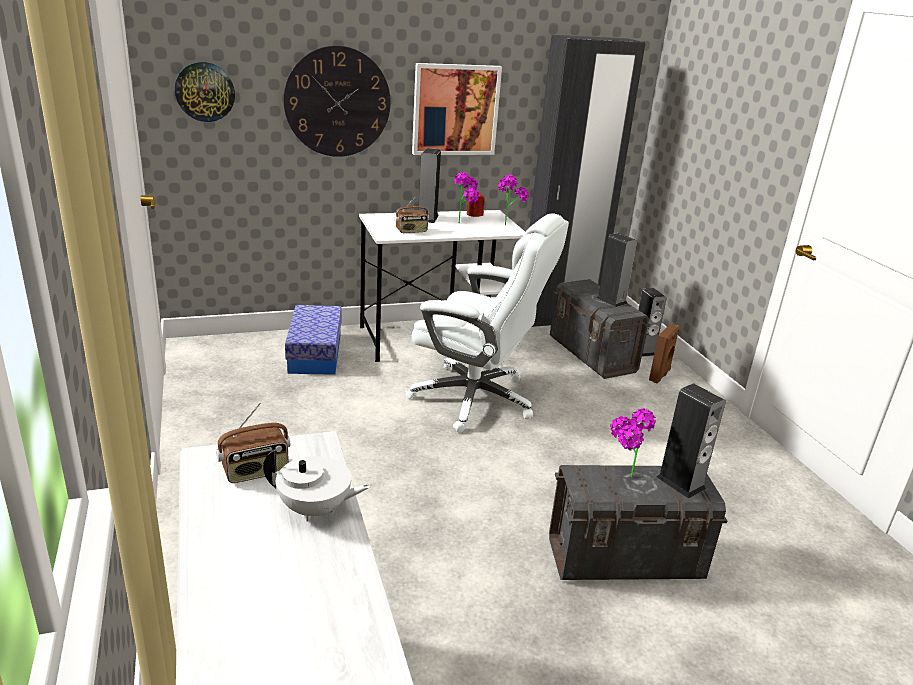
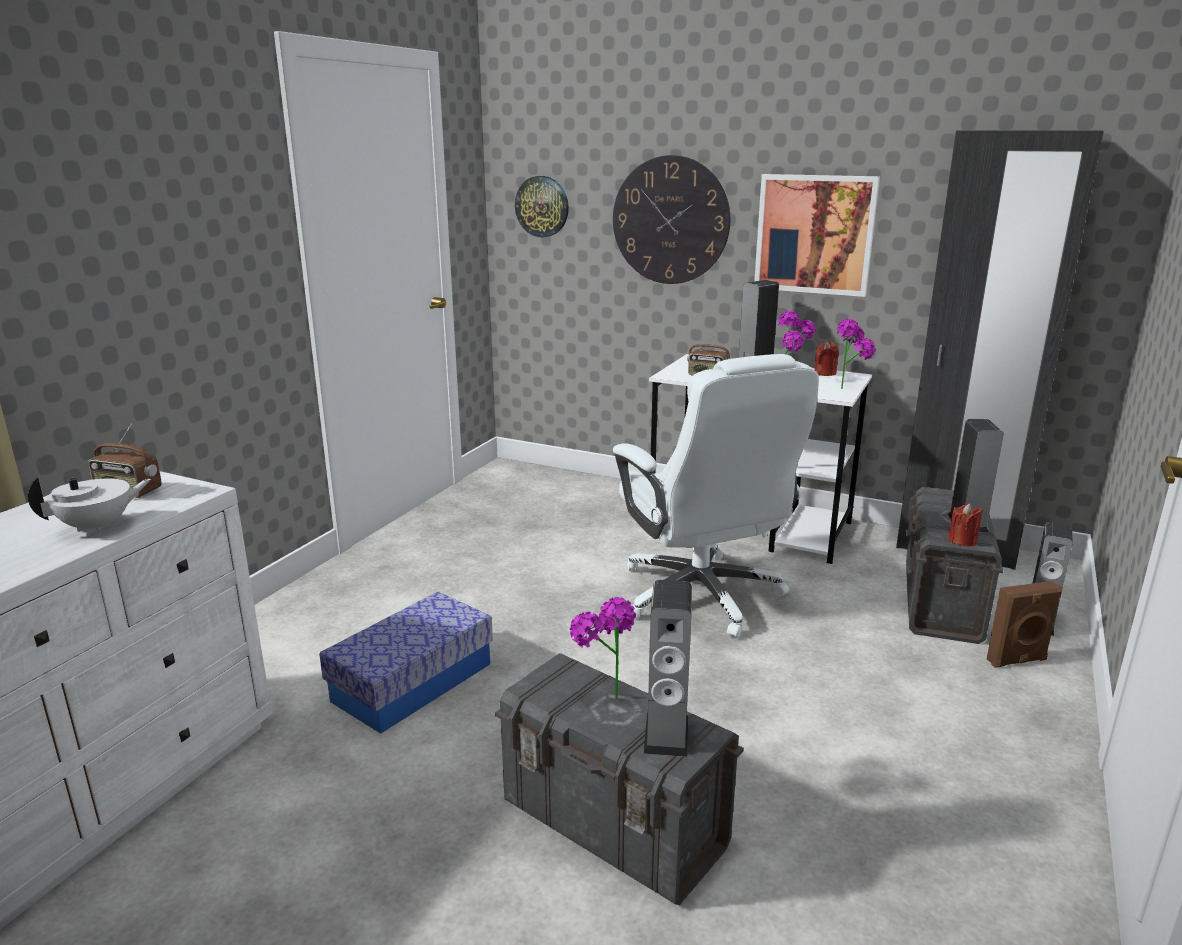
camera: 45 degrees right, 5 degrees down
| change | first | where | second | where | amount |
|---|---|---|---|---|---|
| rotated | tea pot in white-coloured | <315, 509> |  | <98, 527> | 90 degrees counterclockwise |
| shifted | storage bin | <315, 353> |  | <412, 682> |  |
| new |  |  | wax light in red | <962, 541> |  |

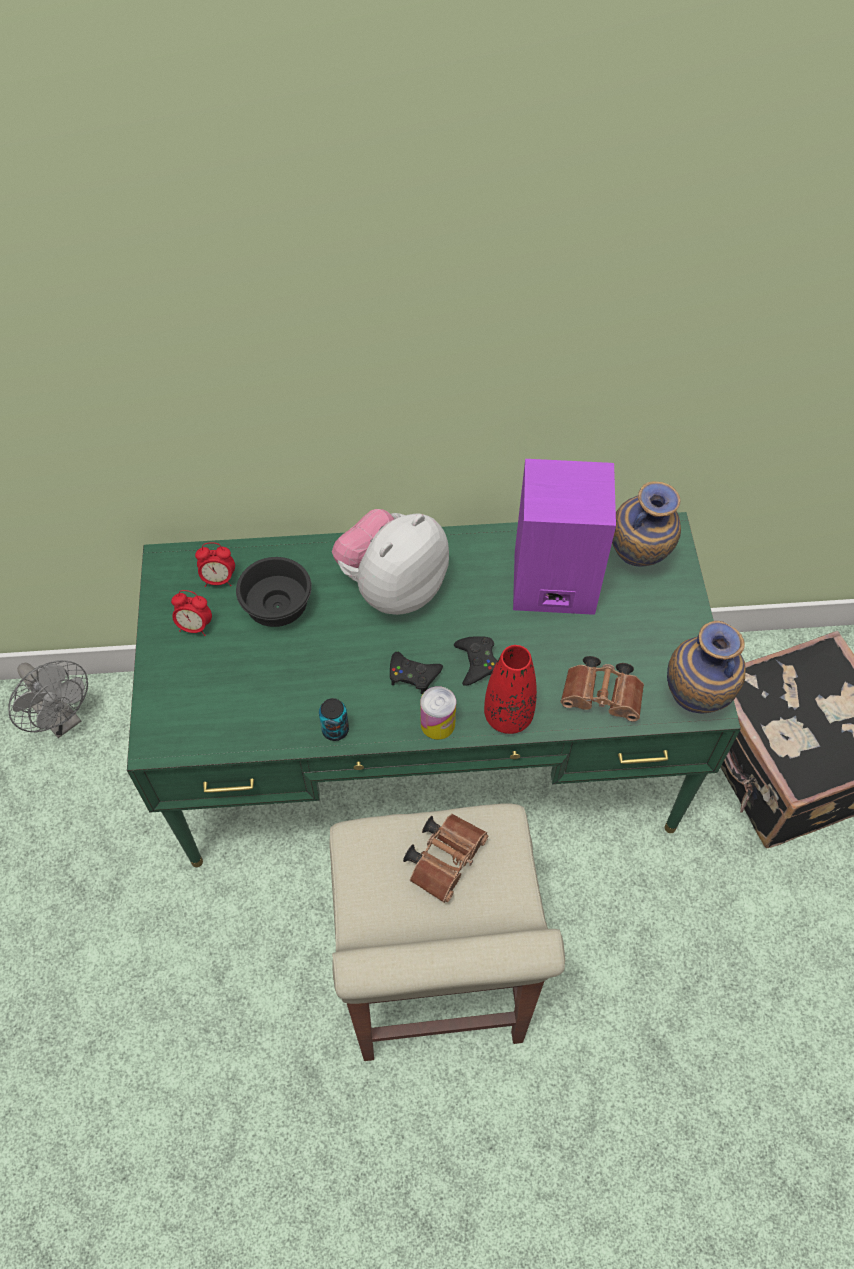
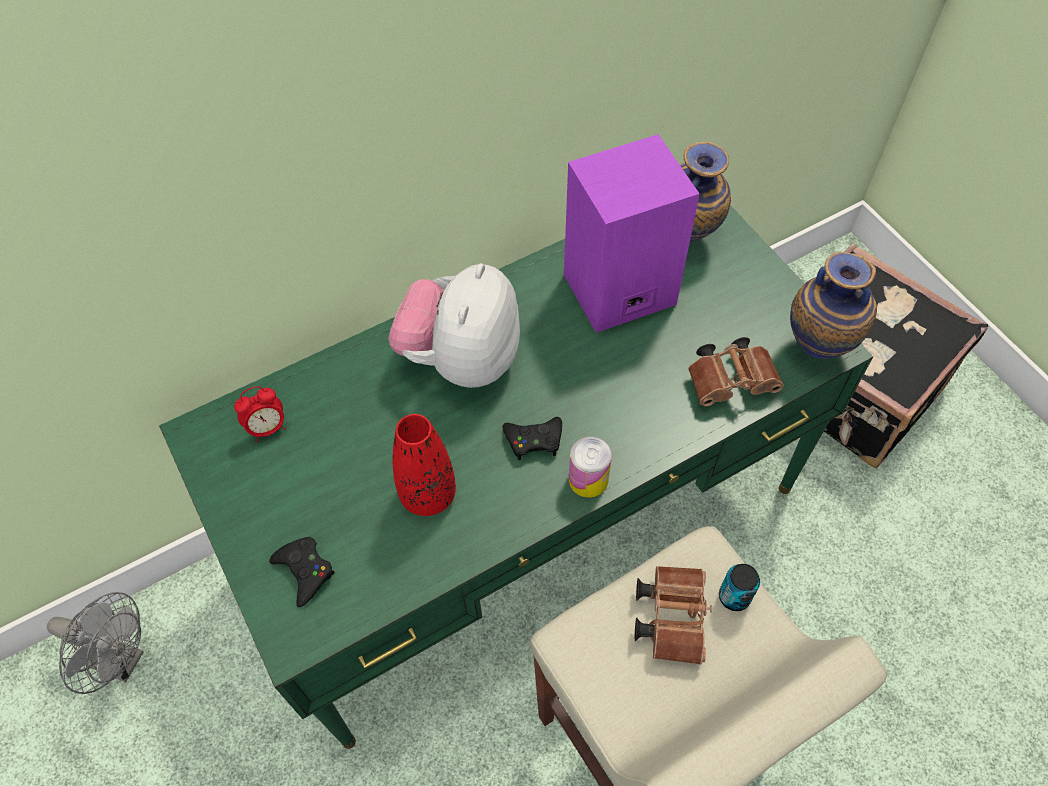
camera: 25 degrees left, 0 degrees up
| change | first | where | second | where | amount |
|---|---|---|---|---|---|
| gone | alarm clock | <195, 626> |  |  |  |
| gone | deep dish in black | <275, 606> |  |  |  |
| shifted | sealed can | <335, 730> |  | <734, 596> |  |
| shifted | joypad in black | <476, 662> |  | <304, 571> |  |
| shifted | decorative vase in red | <508, 716> |  | <428, 494> |  |

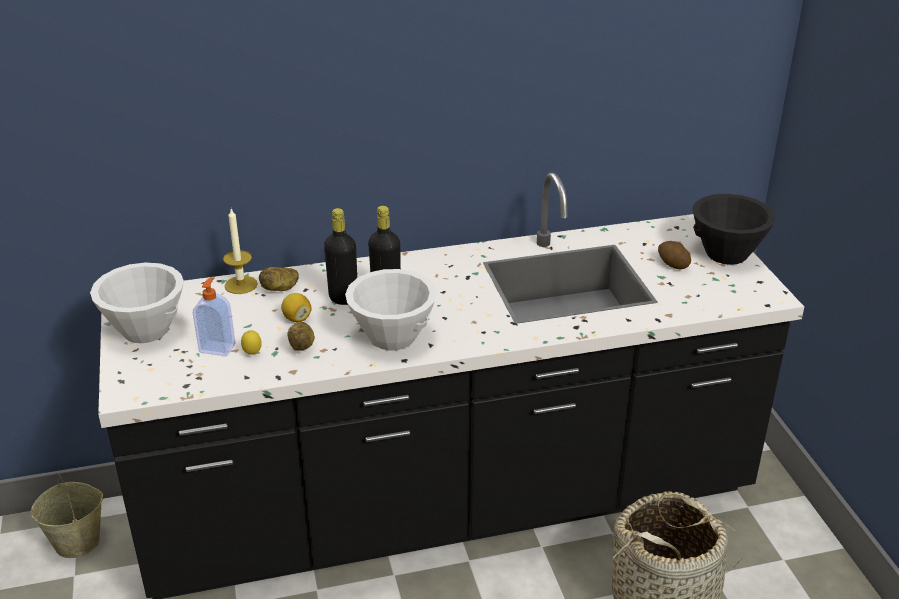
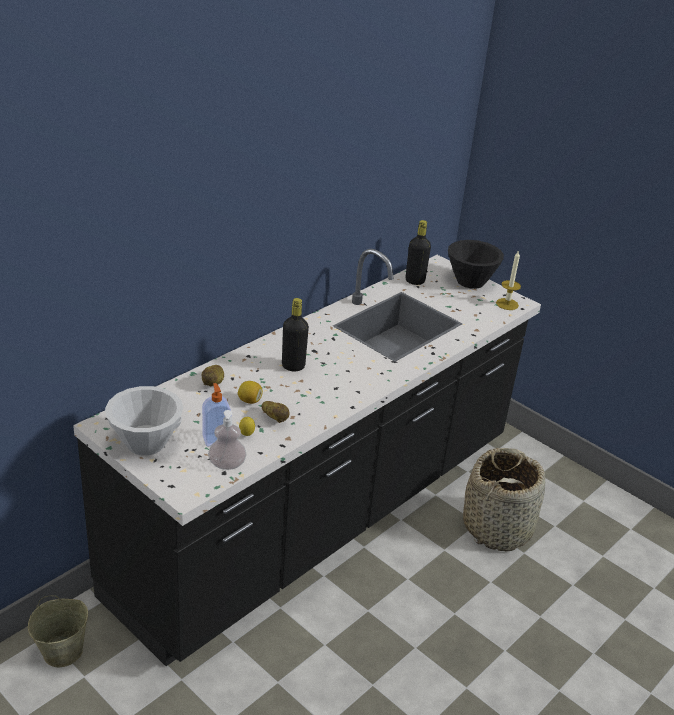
camera: 35 degrees left, 0 degrees up
| change | first | where | second | where | amount |
|---|---|---|---|---|---|
| shifted | wax light | <241, 285> |  | <507, 304> |  |
| shifted | beverage bottle in black | <343, 298> |  | <415, 281> |  |
| gone | deep dish in white-coloured | <393, 336> |  |  |  |
| gone | whole potato | <672, 264> |  |  |  |
| new |  |  | soap bottle | <227, 464> |  |

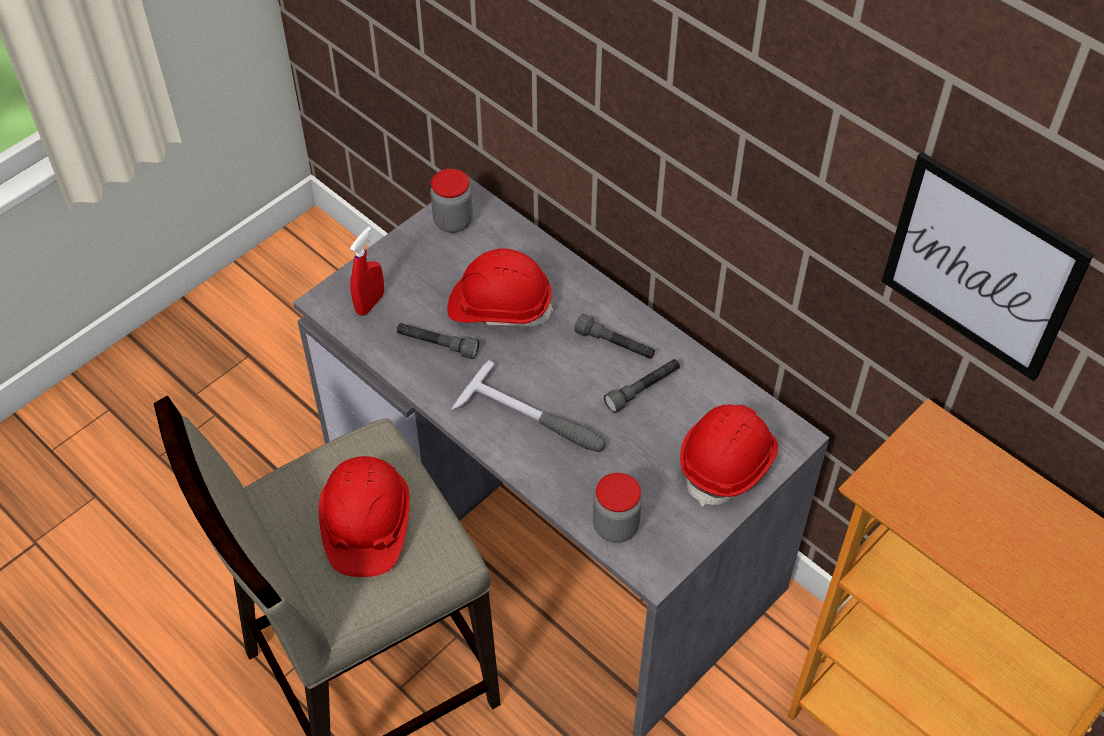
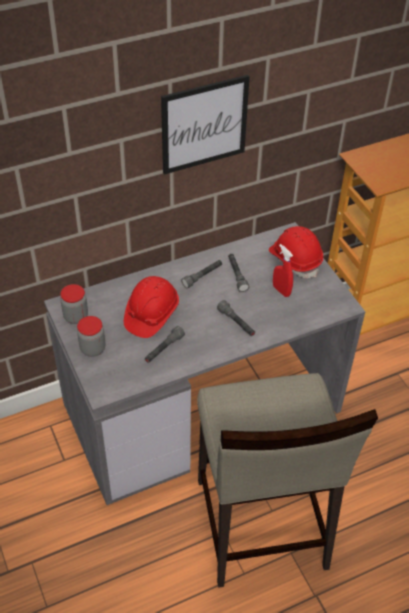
camera: 70 degrees left, 5 degrees down
| change | first | where | second | where | amount |
|---|---|---|---|---|---|
| gone | safety helmet in red | <366, 526> |  |  |  |
| shifted | spray bottle in red | <370, 303> |  | <281, 290> |  |
| swapped | hammer | <535, 420> | torch in grey | <236, 323> |  |
| shifted | storage jar | <616, 526> |  | <92, 349> |  |
| shifted | picture | <981, 267> |  | <204, 124> |  |

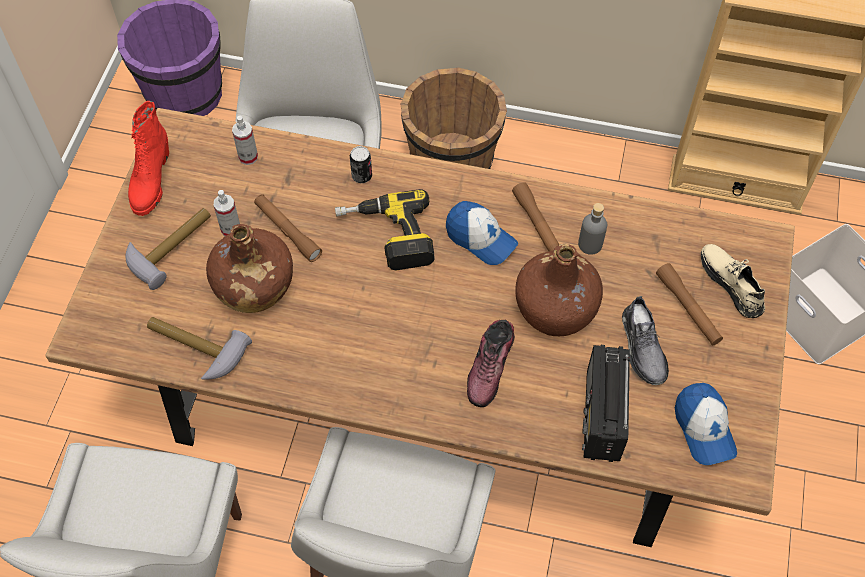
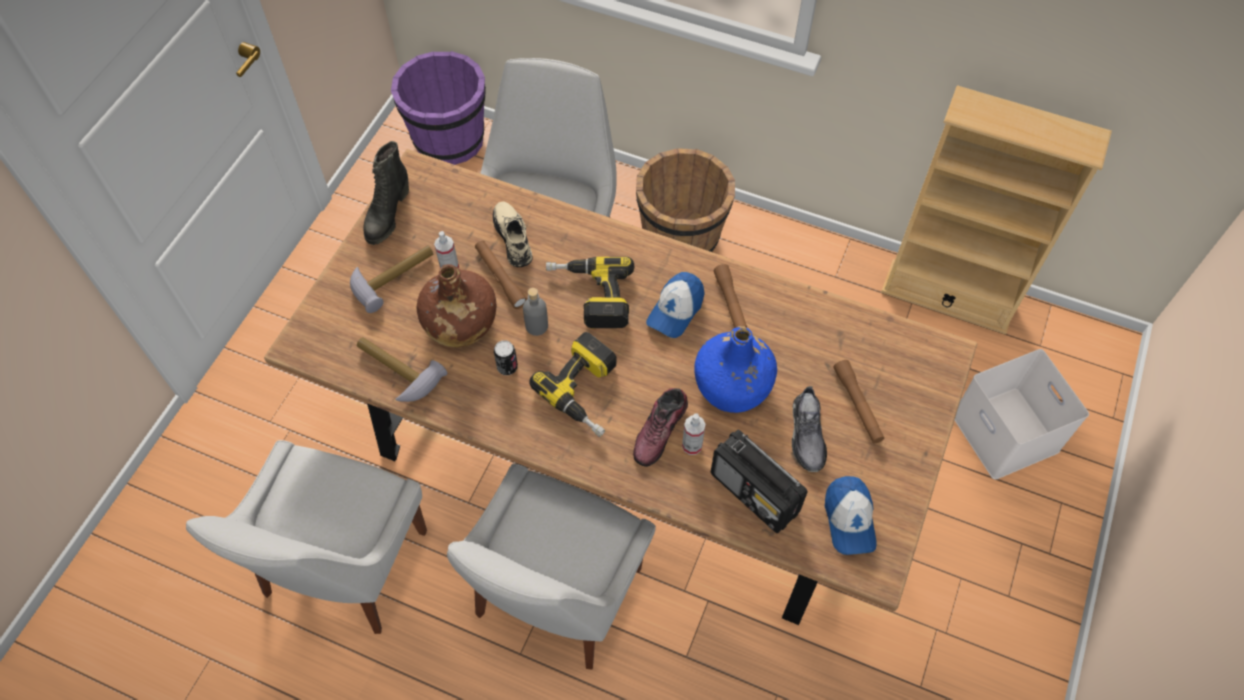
camera: 10 degrees right, 0 degrees up
| change | first | where | second | where | amount |
|---|---|---|---|---|---|
| repainted | boot in red | <151, 182> | boot in black | <387, 215> |  |
| shifted | spray bottle | <248, 157> |  | <692, 446> |  |
| shifted | sealed can | <361, 176> |  | <507, 367> |  |
| rotated | peaked cap | <480, 238> |  | <675, 310> | 75 degrees clockwise |
| repainted | beverage bottle in brownish | <556, 307> | beverage bottle in blue-coloured | <733, 385> |  |
| shifted | beverage bottle in grey | <590, 244> |  | <536, 326> |  |
| rotated | radio receiver | <602, 417> |  | <755, 494> | 60 degrees counterclockwise |
| shifted | item of footwear in beige-coloured | <731, 283> |  | <513, 237> |  |
| new |  |  | power drill | <587, 391> |  |

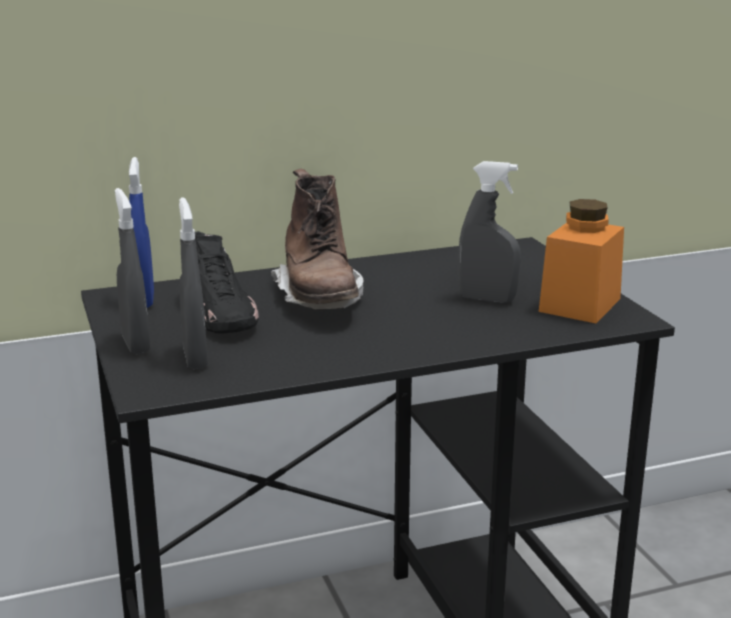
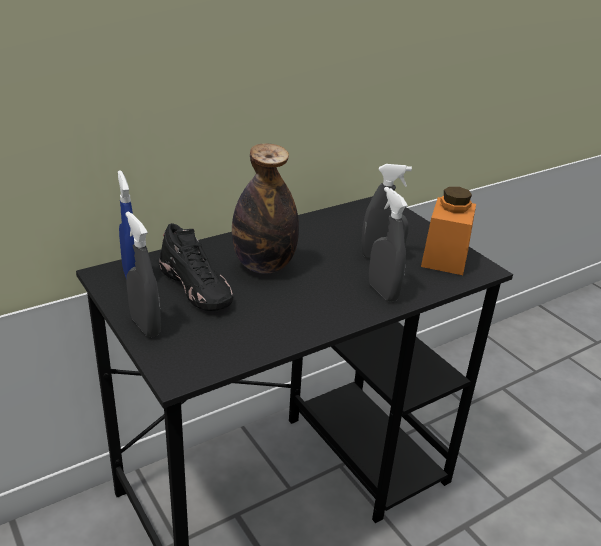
camera: 15 degrees left, 10 degrees up
| change | first | where | second | where | amount |
|---|---|---|---|---|---|
| shifted | spray bottle in grey | <195, 358> |  | <383, 292> |  |
| swapped | boot in brownish | <319, 298> | beverage bottle | <264, 265> |  |

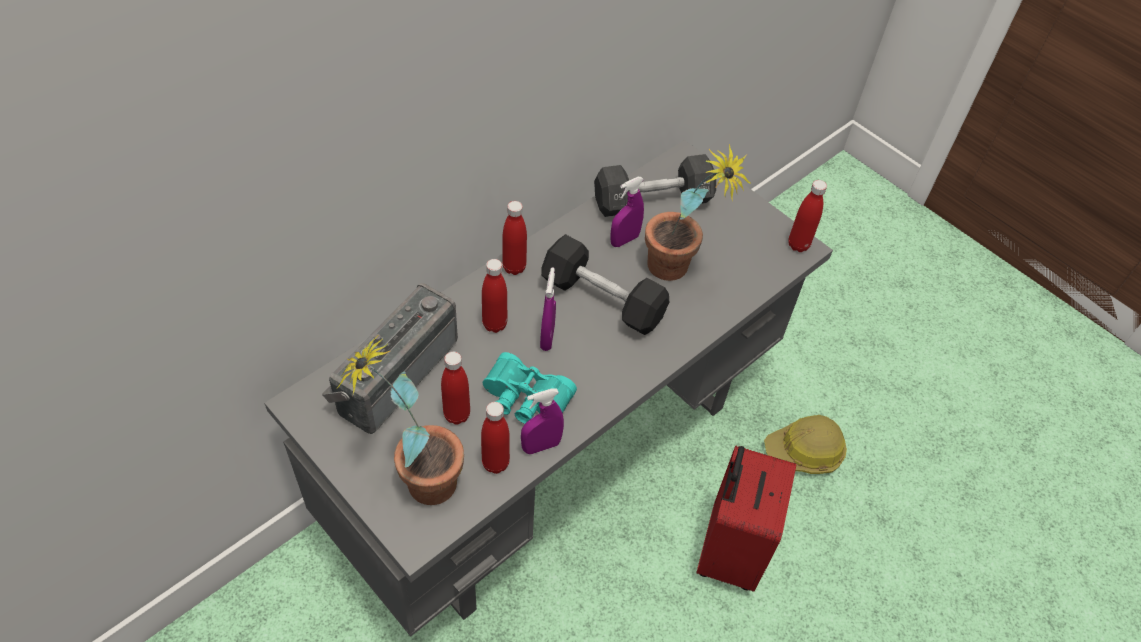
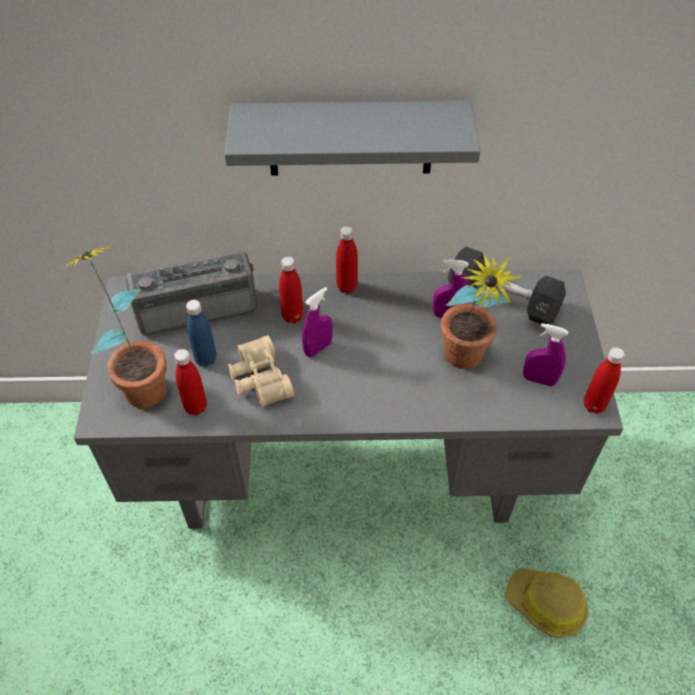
camera: 45 degrees right, 0 degrees up
| change | first | where | second | where | amount |
|---|---|---|---|---|---|
| repainted | beverage bottle in red | <457, 415> | beverage bottle in blue-coloured | <206, 359> |  |
| repainted | pair of binoculars in turquoise-coloured | <525, 400> | pair of binoculars in beige-coloured | <258, 379> |  |
| shifted | spray bottle in purple | <541, 446> |  | <539, 380> |  |
| gone | dumbbell in black | <603, 299> |  |  |  |
| gone | piece of luggage in red | <728, 551> |  |  |  |
| new |  |  | shelf in grey | <350, 138> |  |

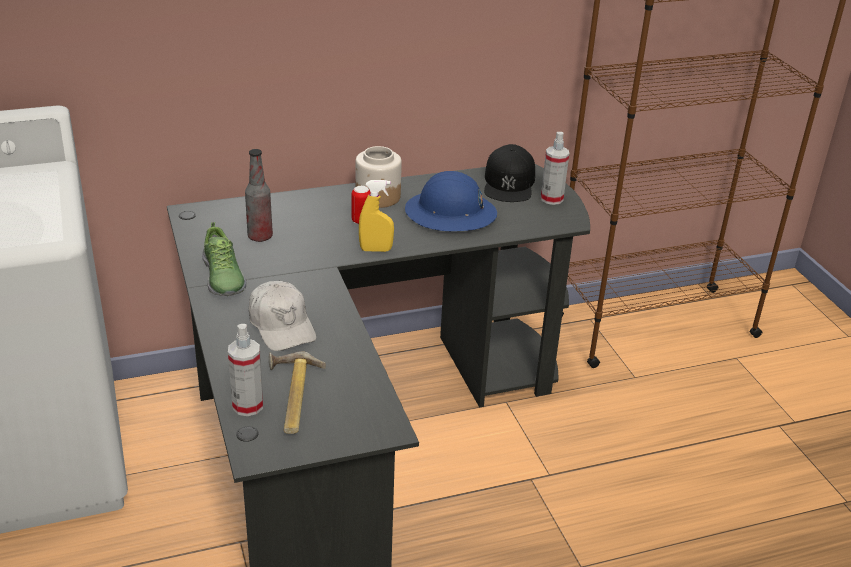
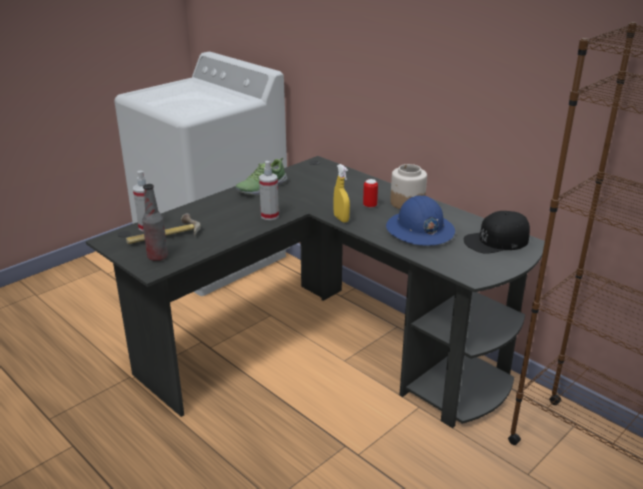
camera: 65 degrees right, 5 degrees down
| change | first | where | second | where | amount |
|---|---|---|---|---|---|
| shifted | beverage bottle | <260, 237> |  | <157, 257> |  |
| gone | peaked cap in white-coloured | <282, 325> |  |  |  |
| shifted | spray bottle | <551, 199> |  | <269, 216> |  |

